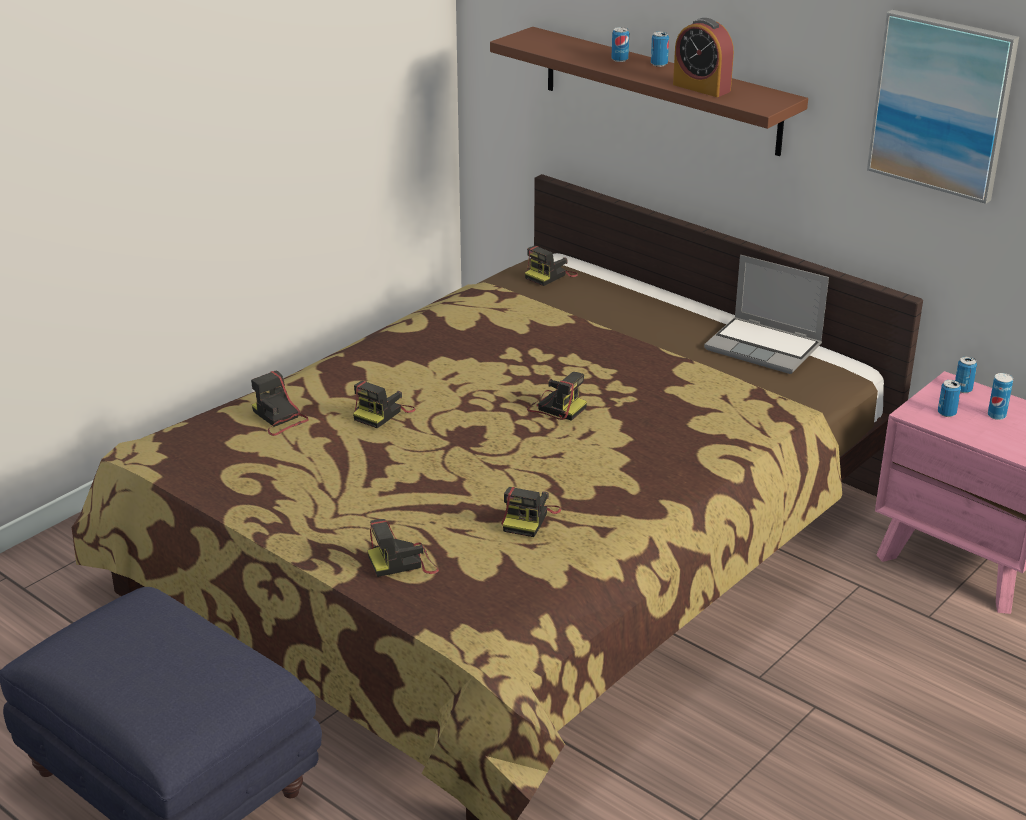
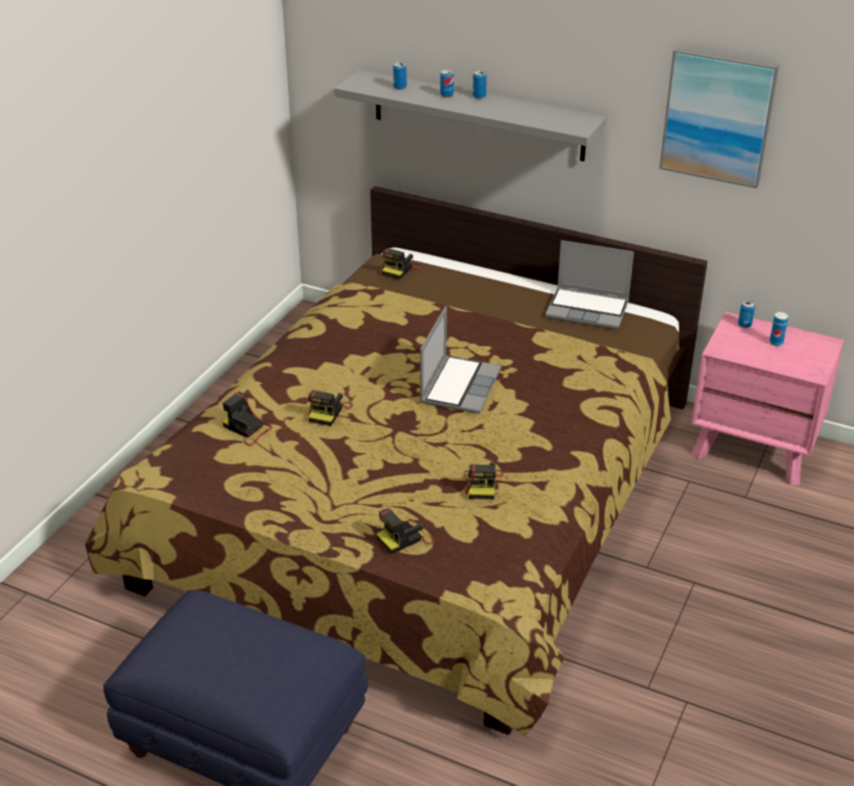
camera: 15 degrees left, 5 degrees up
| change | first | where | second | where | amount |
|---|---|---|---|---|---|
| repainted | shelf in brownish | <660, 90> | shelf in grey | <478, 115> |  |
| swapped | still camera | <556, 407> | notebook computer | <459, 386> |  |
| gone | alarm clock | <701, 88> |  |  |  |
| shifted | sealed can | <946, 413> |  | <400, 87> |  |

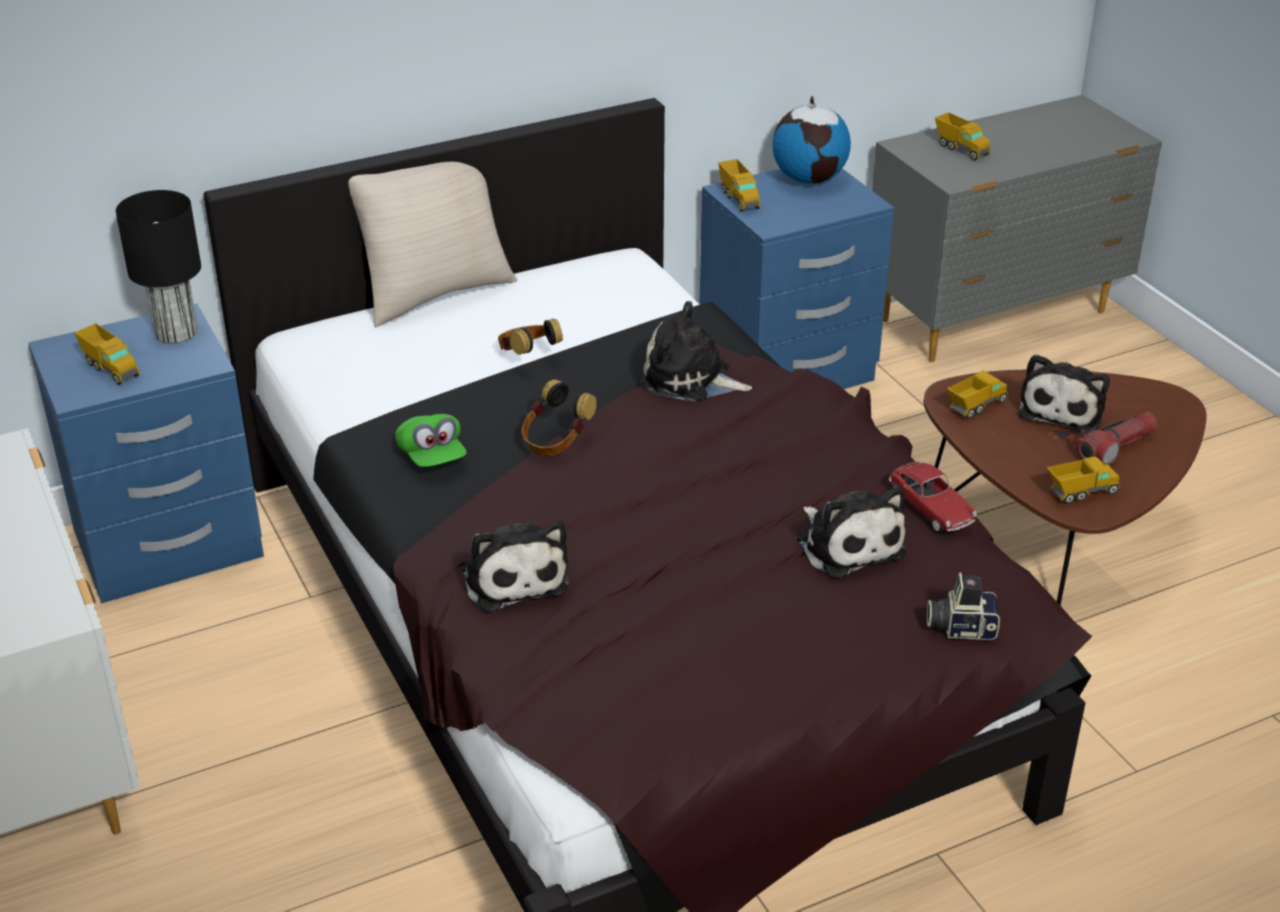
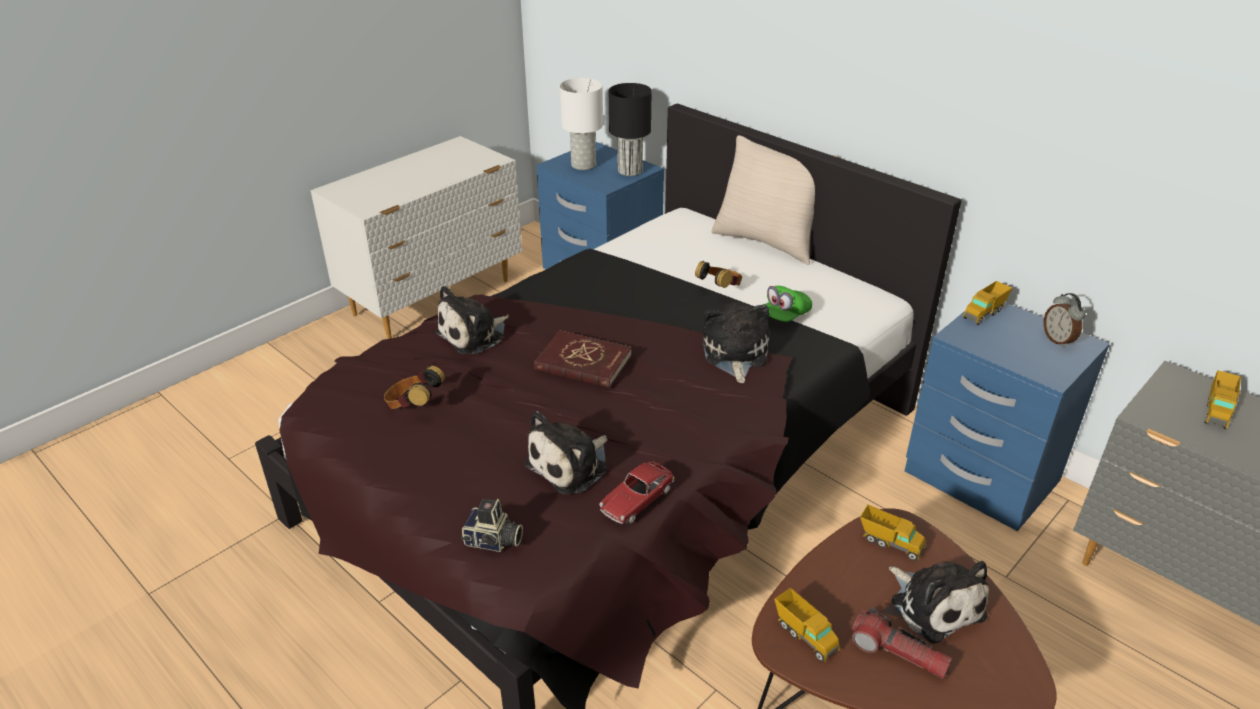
camera: 70 degrees right, 0 degrees up
| change | first | where | second | where | amount |
|---|---|---|---|---|---|
| swapped | toy truck | <110, 368> | table lamp in white-coloured | <584, 165> |  |
| shifted | peaked cap in green-coloured | <432, 457> |  | <784, 316> |  |
| shifted | headphones | <556, 441> |  | <414, 406> |  |
| swapped | desk globe | <809, 179> | alarm clock | <1058, 340> |  |
| rotated | still camera | <960, 626> |  | <493, 541> | 120 degrees clockwise |
| rotated | cuddly toy | <1063, 409> |  | <934, 605> | 120 degrees counterclockwise |
| new |  |  | bound book in red | <583, 363> |  |

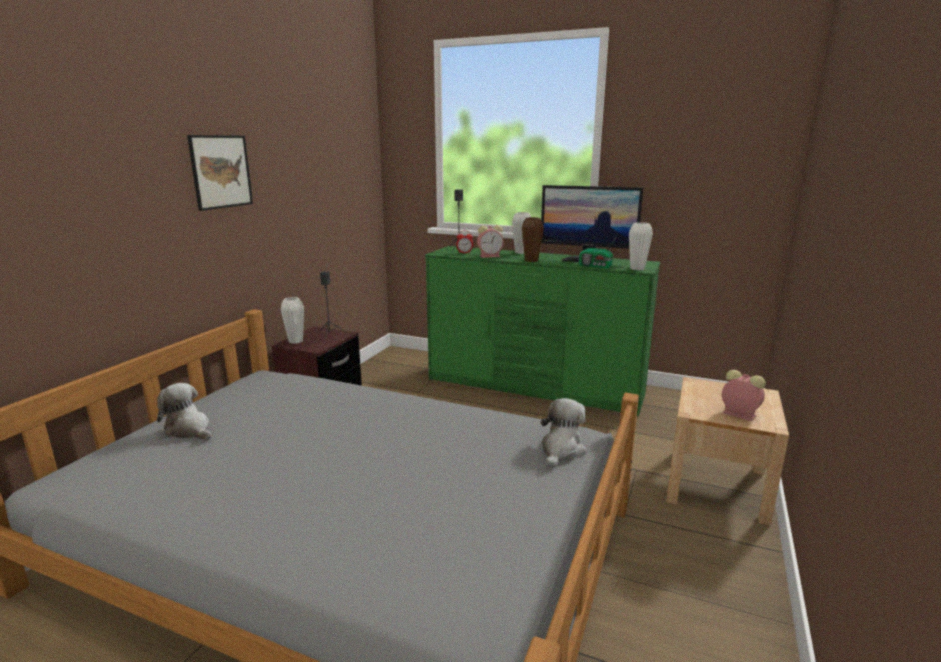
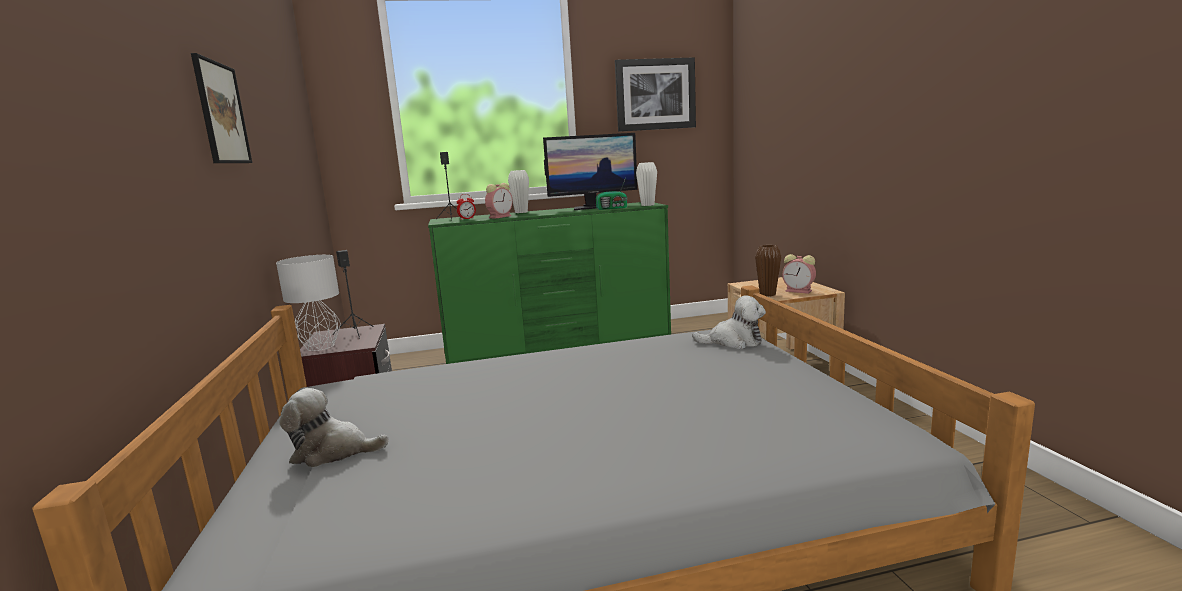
camera: 35 degrees left, 5 degrees down
| change | first | where | second | where | amount |
|---|---|---|---|---|---|
| swapped | decorative vase in white-coloured | <295, 341> | table lamp in grey | <320, 346> |  |
| shifted | decorative vase in brownish | <531, 260> |  | <767, 294> |  |
| rotated | cuddly toy | <561, 450> |  | <733, 342> | 105 degrees clockwise |
| rotated | alarm clock | <737, 414> |  | <799, 291> | 150 degrees counterclockwise |
| new |  |  | picture | <655, 94> |  |

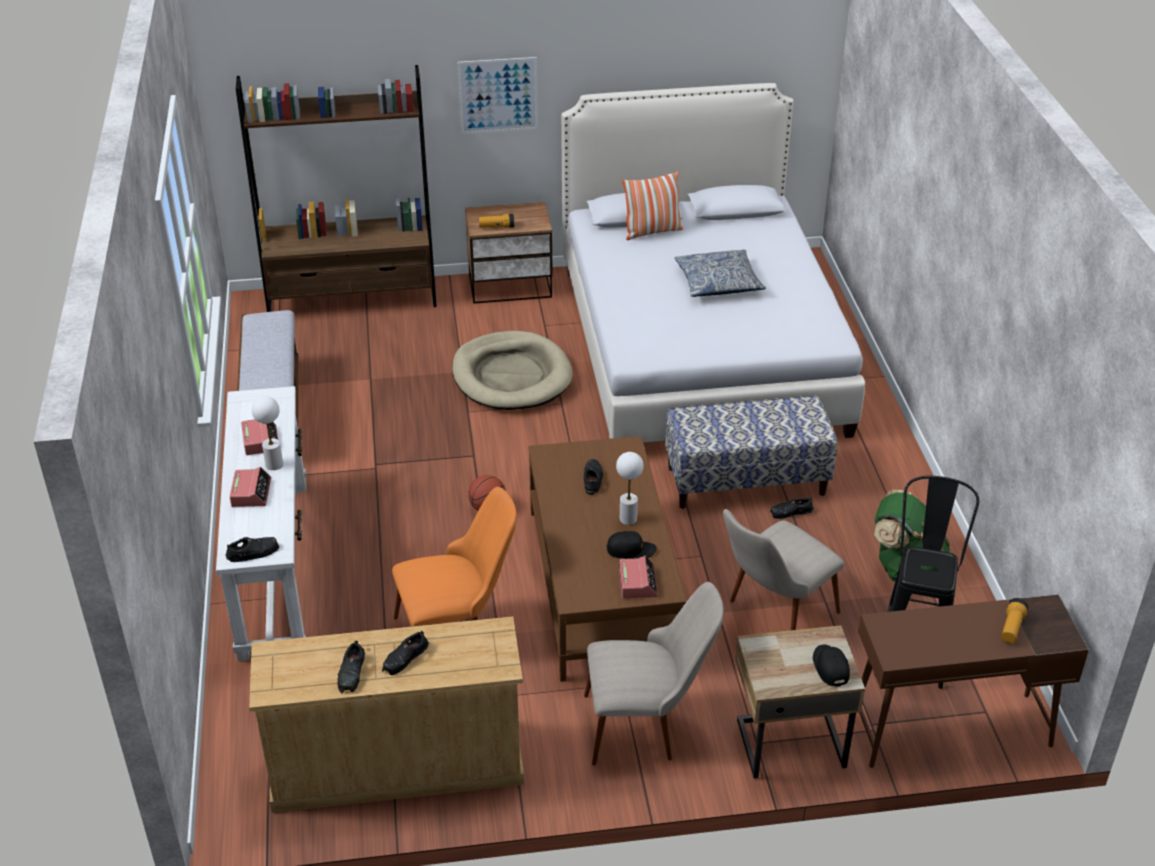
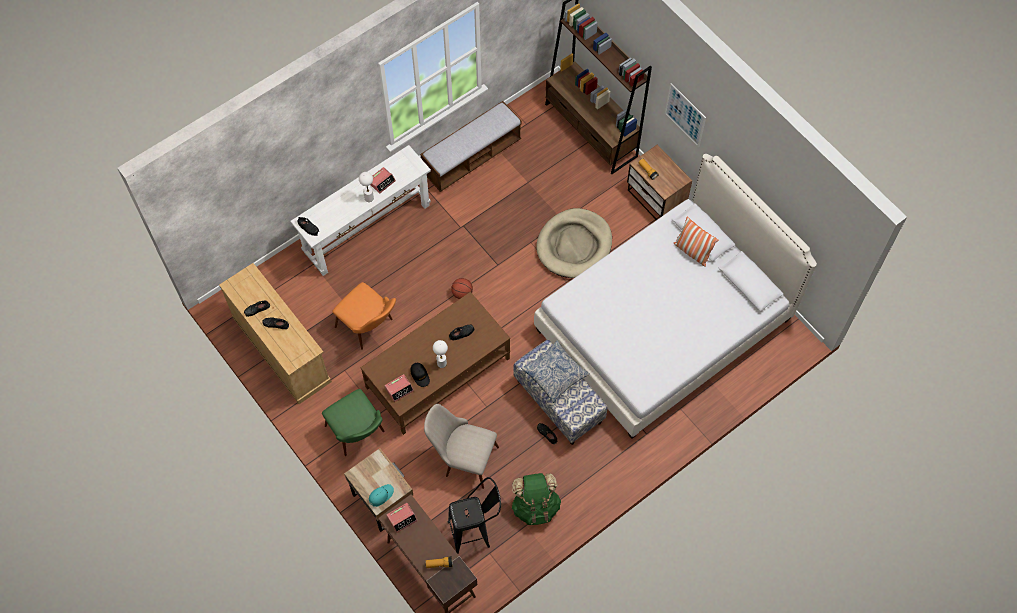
camera: 60 degrees right, 25 degrees up
| change | first | where | second | where | amount |
|---|---|---|---|---|---|
| shifted | alarm clock | <251, 493> |  | <402, 518> |  |
| repainted | chair in beige-coloured | <647, 725> | chair in green-coloured | <360, 436> |  |
| shifted | pillow | <718, 282> |  | <555, 374> |  |
| repainted | peaked cap in black | <830, 667> | peaked cap in turquoise-coloured | <381, 495> |  |

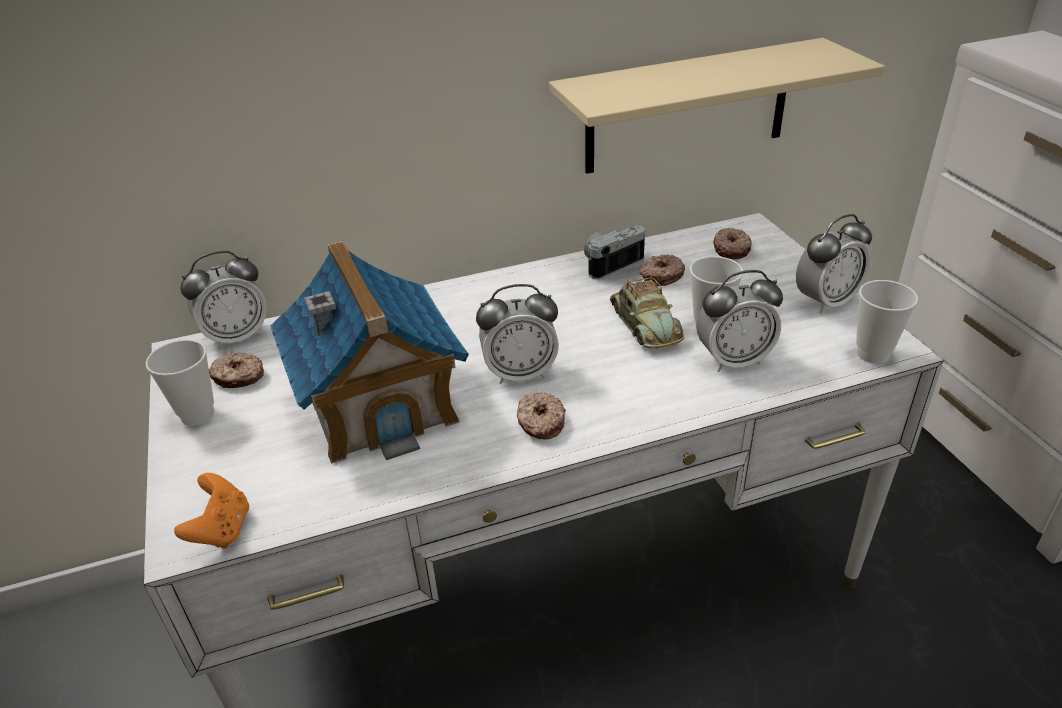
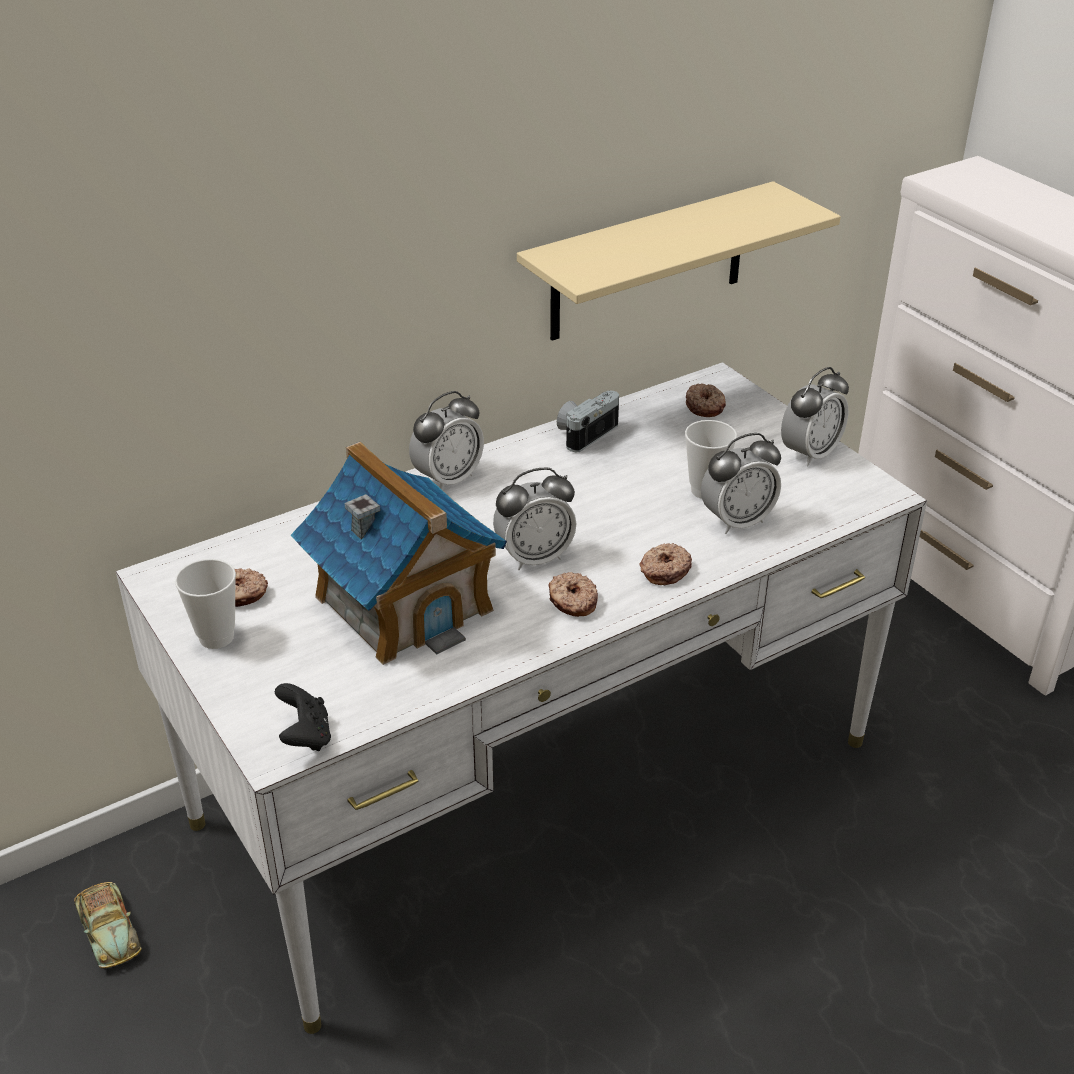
camera: 15 degrees left, 0 degrees up
| change | first | where | second | where | amount |
|---|---|---|---|---|---|
| repainted | joypad in orangey | <222, 529> | joypad in black | <305, 736> |  |
| shifted | alarm clock | <237, 337> |  | <448, 479> |  |
| shifted | toy car | <644, 324> |  | <108, 929> |  |
| shifted | doughnut | <661, 276> |  | <664, 570> |  |
| gone | small cup | <872, 354> |  |  |  |

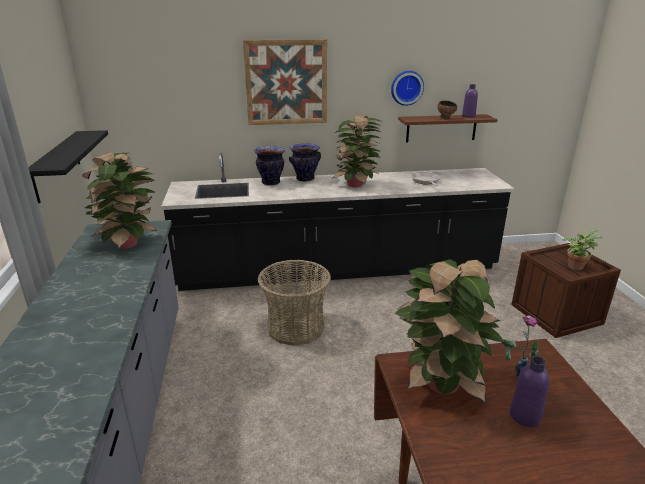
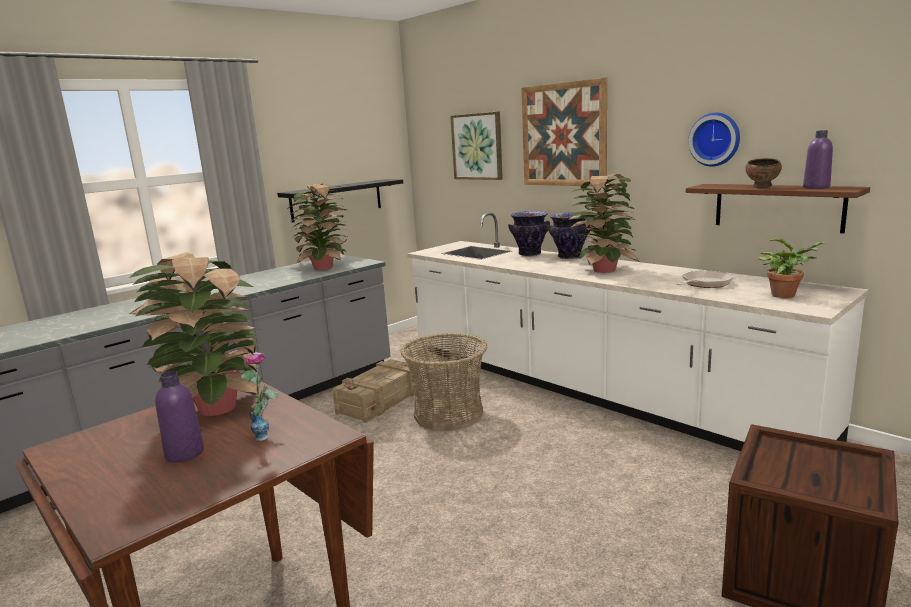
camera: 55 degrees right, 10 degrees down
| change | first | where | second | where | amount |
|---|---|---|---|---|---|
| repainted | kitchen counter in black | <338, 270> | kitchen counter in white-coloured | <588, 390> |  |
| shifted | potted plant | <575, 266> |  | <786, 295> |  |
| new |  |  | crate | <381, 400> |  |
| new |  |  | picture | <477, 146> |  |

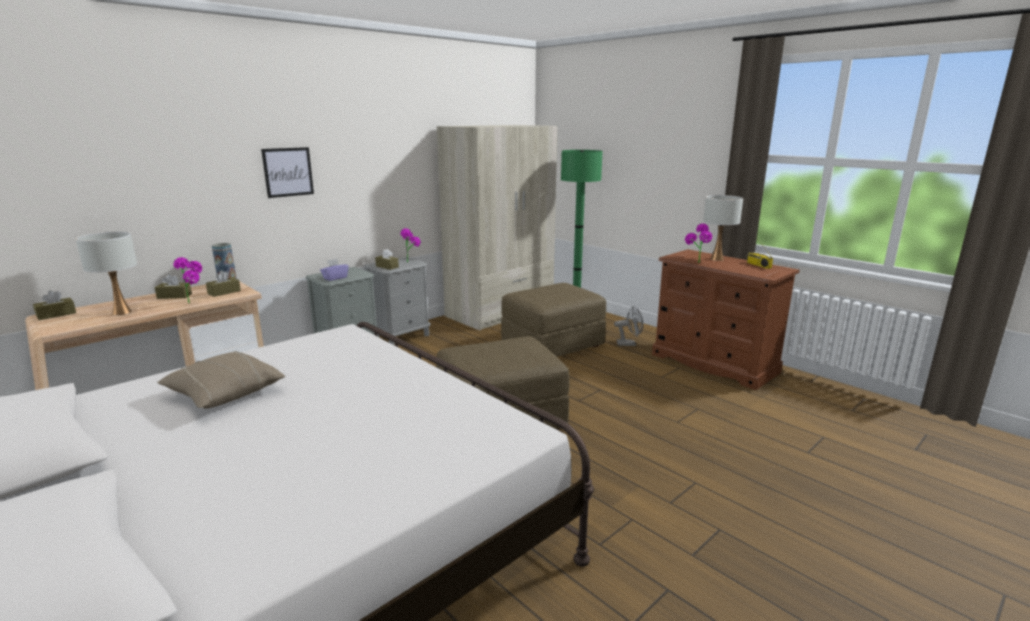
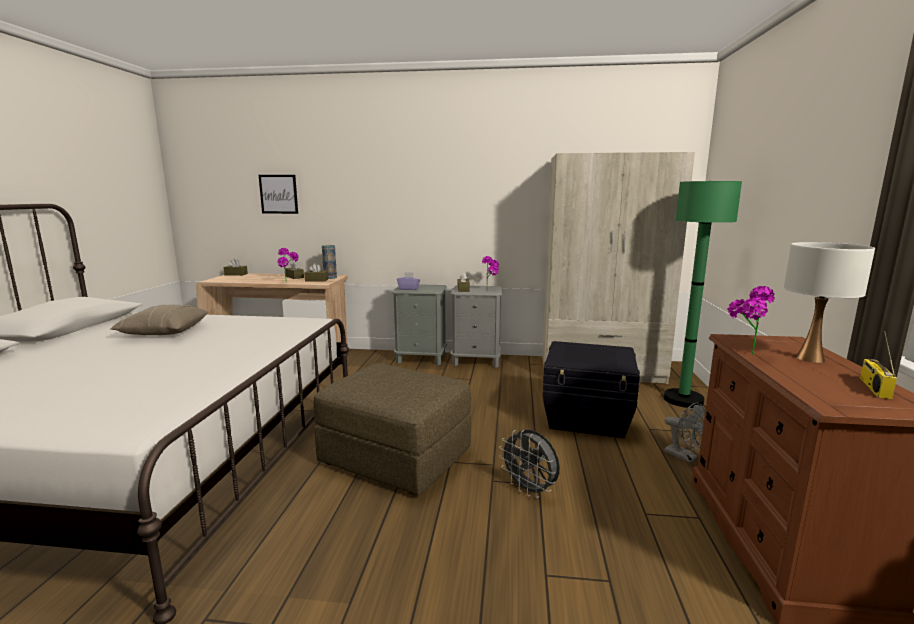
camera: 50 degrees right, 5 degrees down
| change | first | where | second | where | amount |
|---|---|---|---|---|---|
| gone | table lamp in white-coloured | <121, 312> |  |  |  |
| shifted | picture | <288, 172> |  | <278, 194> |  |
| swapped | ottoman in brownish | <552, 344> | storage bin in black | <587, 418> |  |
| new |  |  | fan in grey | <530, 490> |  |

